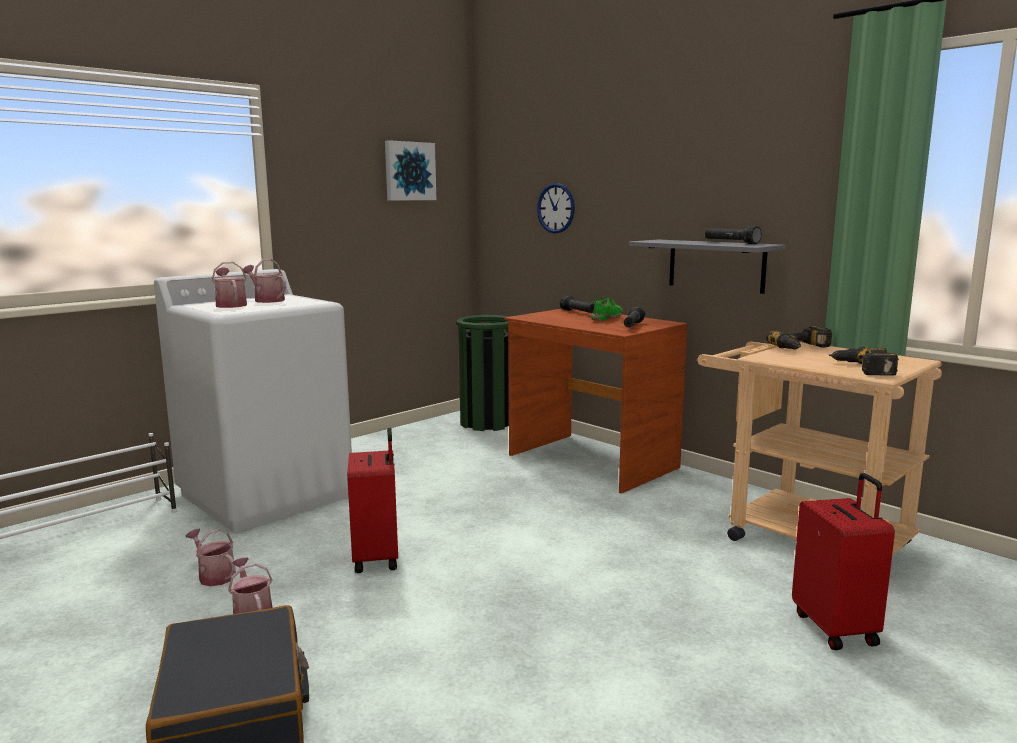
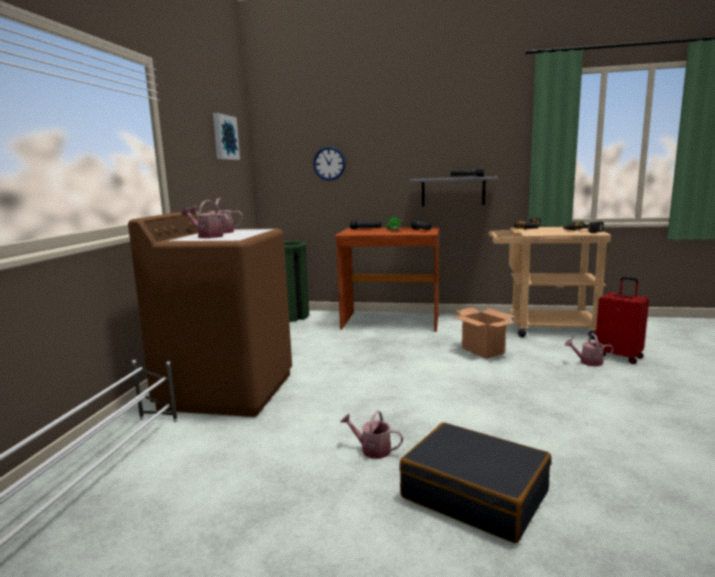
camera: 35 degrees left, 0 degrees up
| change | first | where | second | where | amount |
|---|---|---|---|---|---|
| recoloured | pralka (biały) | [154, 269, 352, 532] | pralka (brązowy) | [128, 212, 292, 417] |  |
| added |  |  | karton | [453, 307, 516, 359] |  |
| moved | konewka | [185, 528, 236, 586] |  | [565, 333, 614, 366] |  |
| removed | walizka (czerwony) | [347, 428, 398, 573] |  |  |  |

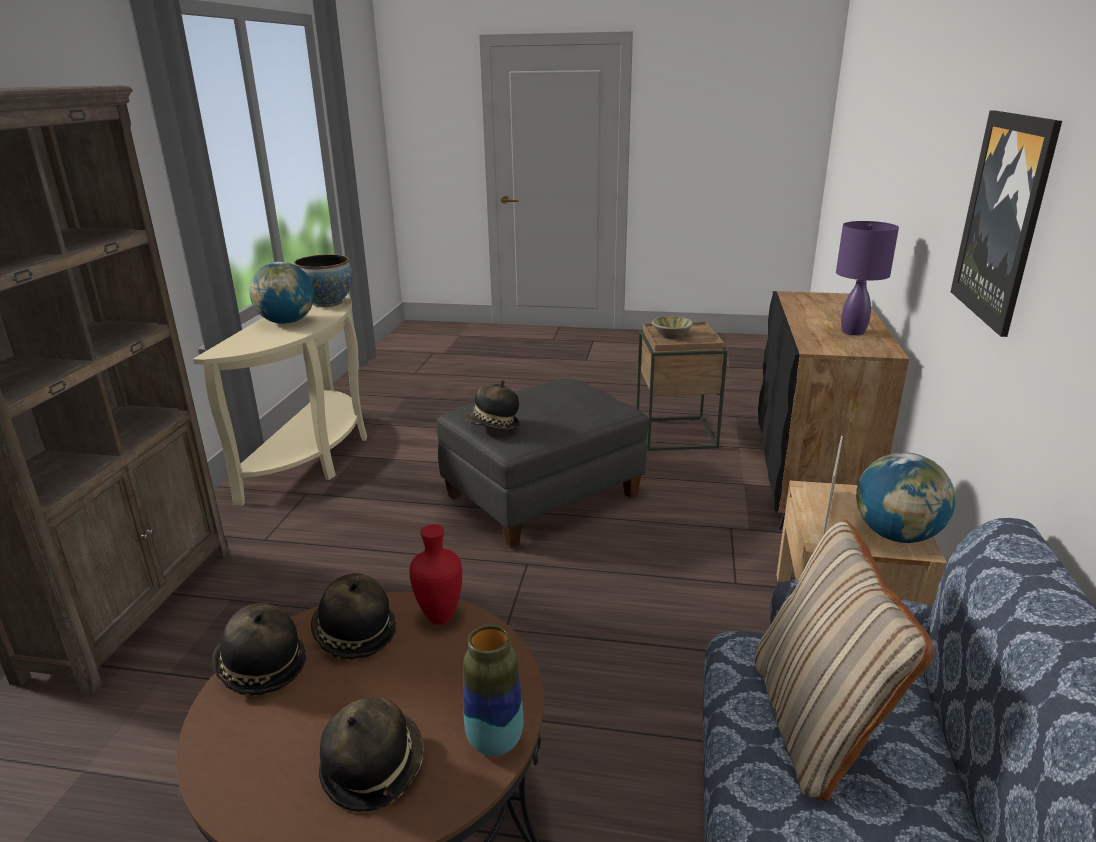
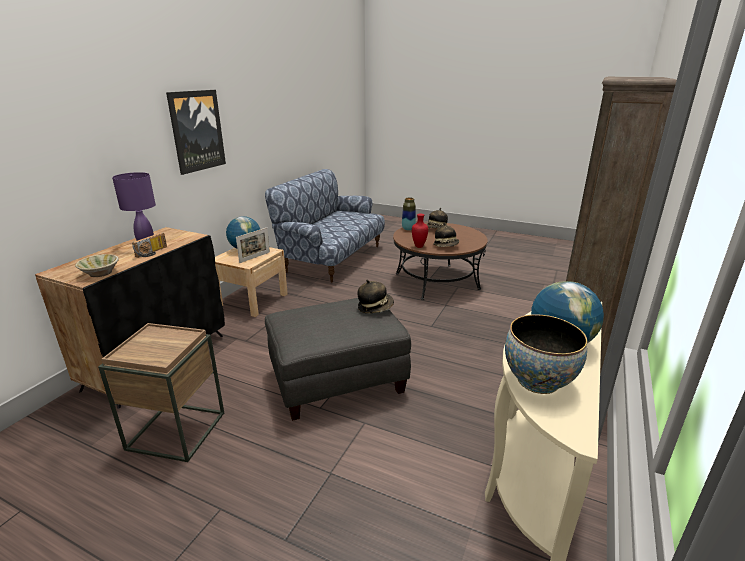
camera: 165 degrees left, 0 degrees up
| change | first | where | second | where | amount |
|---|---|---|---|---|---|
| moved | miska (beżowy) | [652, 316, 693, 340] |  | [75, 254, 119, 277] |  |
| added |  |  | radio | [132, 232, 167, 258] |  |
| removed | kapelusz | [212, 603, 306, 696] |  |  |  |
| removed | poduszka (beżowy) | [755, 520, 934, 802] |  |  |  |

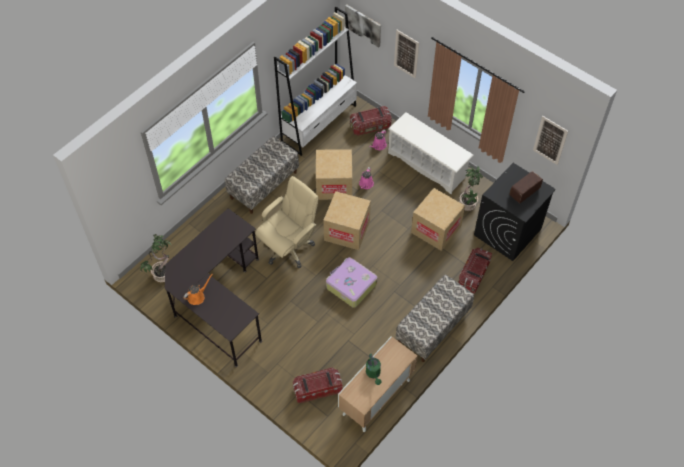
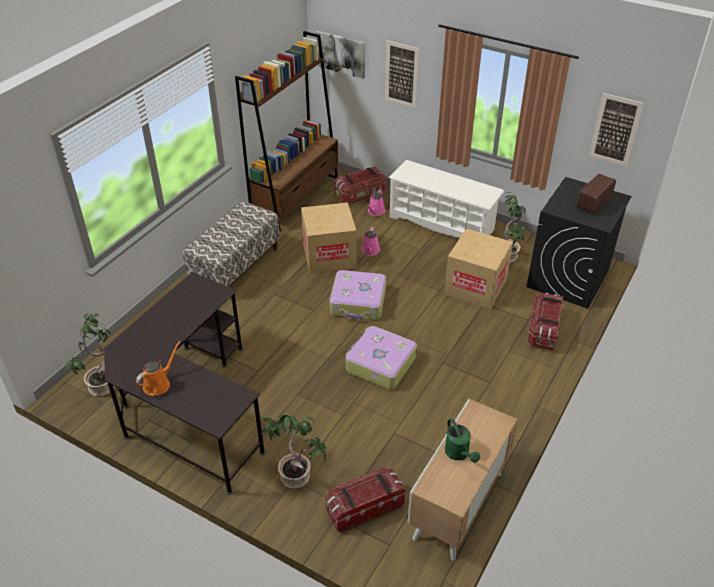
camera: 10 degrees left, 15 degrees down
| change | first | where | second | where | amount |
|---|---|---|---|---|---|
| recoloured | regał (biały) | [274, 6, 357, 156] | regał (brązowy) | [235, 31, 338, 231] |  |
| added |  |  | roślina doniczkowa | [262, 414, 326, 489] |  |
| replaced | karton | [323, 191, 371, 250] | walizka | [330, 270, 386, 320] |  |
| removed | krzesło biurowe (beżowy) | [255, 176, 319, 268] |  |  |  |
| removed | ławka | [396, 275, 474, 362] |  |  |  |

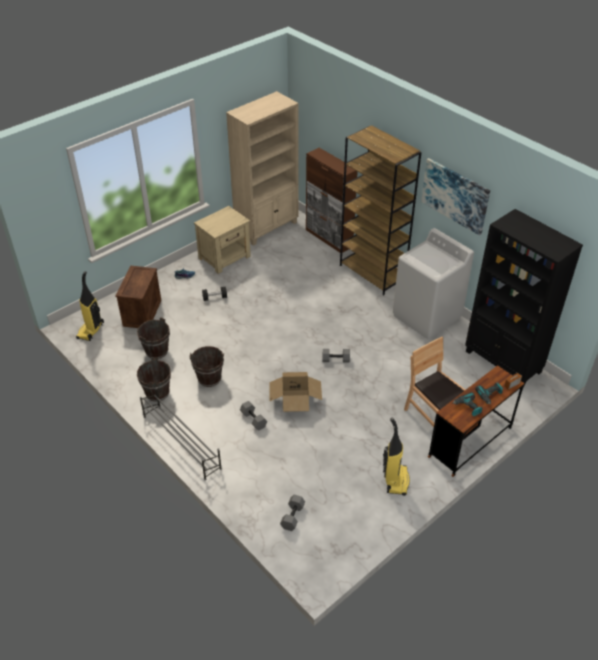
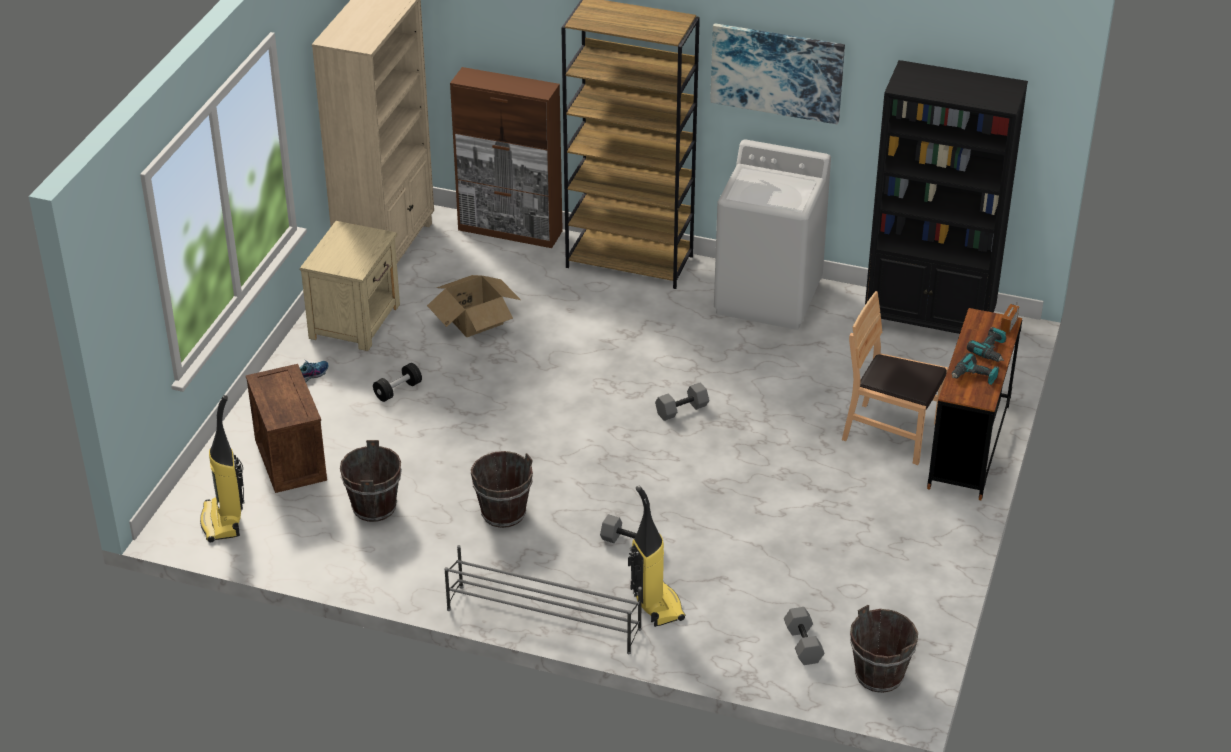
camera: 30 degrees left, 5 degrees down
| change | first | where | second | where | amount |
|---|---|---|---|---|---|
| moved | karton | [269, 372, 322, 412] |  | [427, 275, 521, 337] |  |
| moved | odkurzacz | [383, 418, 410, 496] |  | [628, 486, 685, 627] |  |
| moved | wiadro (brązowy) | [137, 357, 171, 402] |  | [850, 605, 918, 693] |  |

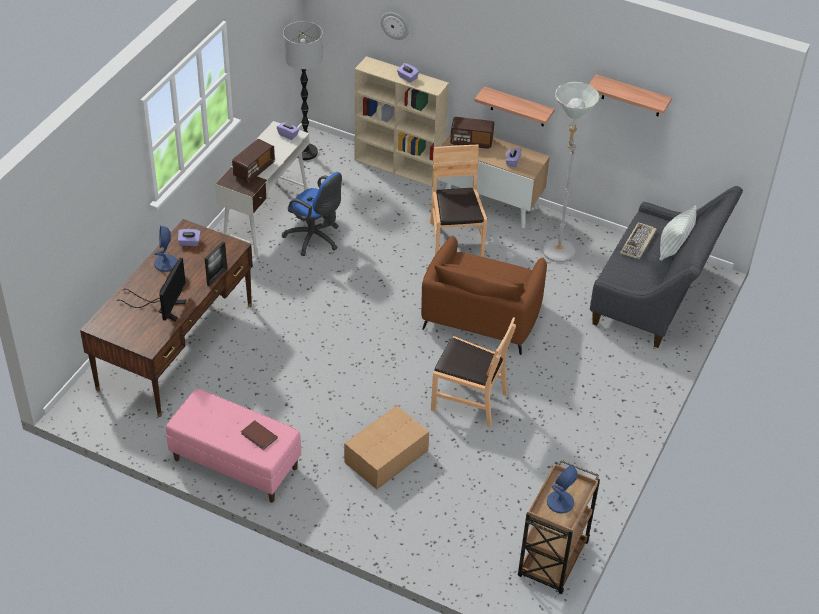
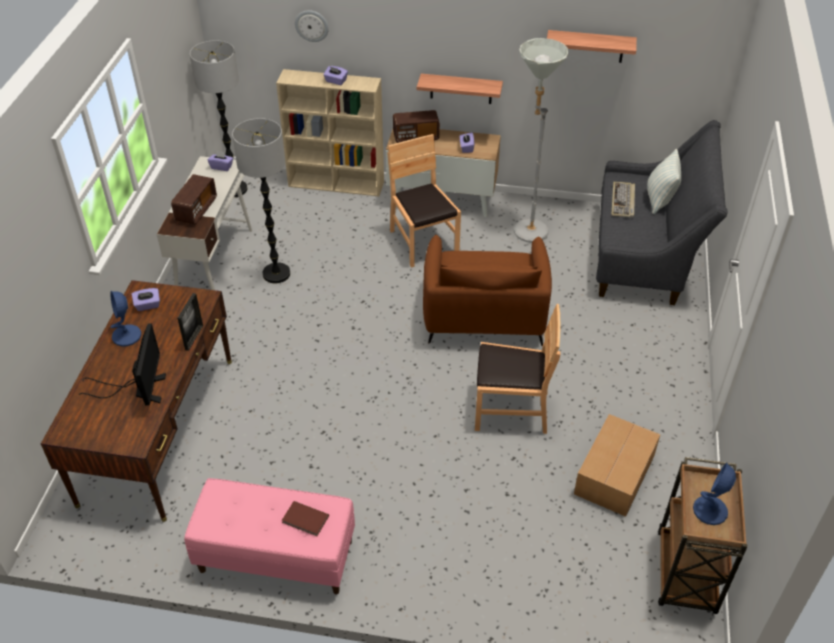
camera: 15 degrees left, 0 degrees up
| change | first | where | second | where | amount |
|---|---|---|---|---|---|
| replaced | krzesło biurowe (niebieski) | [282, 172, 342, 256] | lampa stojąca | [232, 118, 290, 283] |  |
| moved | karton | [344, 405, 429, 490] |  | [574, 414, 660, 517] |  |

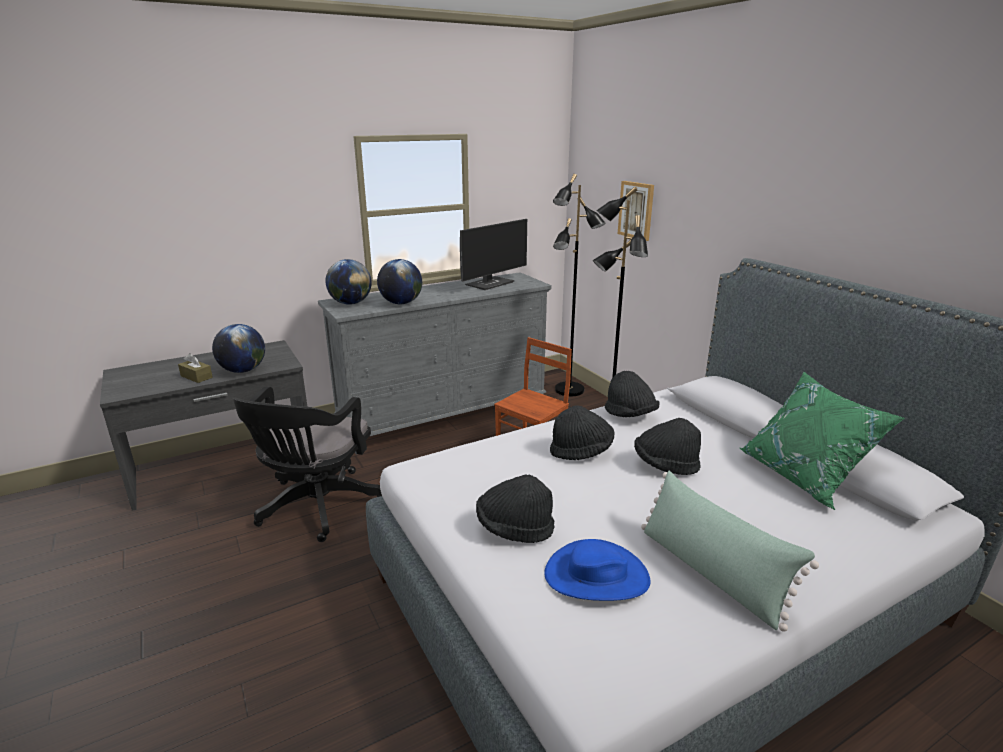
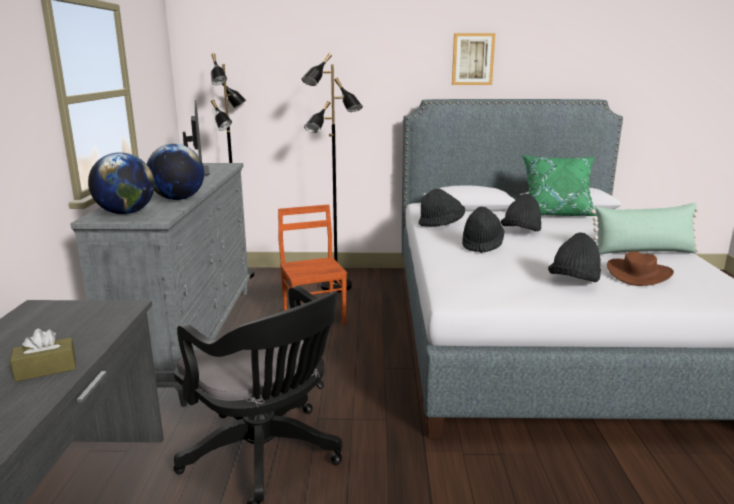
camera: 60 degrees left, 5 degrees down
| change | first | where | second | where | amount |
|---|---|---|---|---|---|
| moved | obraz | [618, 181, 654, 241] |  | [452, 33, 495, 85] |  |
| recoloured | kapelusz (niebieski) | [544, 539, 651, 601] | kapelusz (brązowy) | [607, 251, 674, 286] |  |
| removed | globus | [212, 324, 265, 373] |  |  |  |

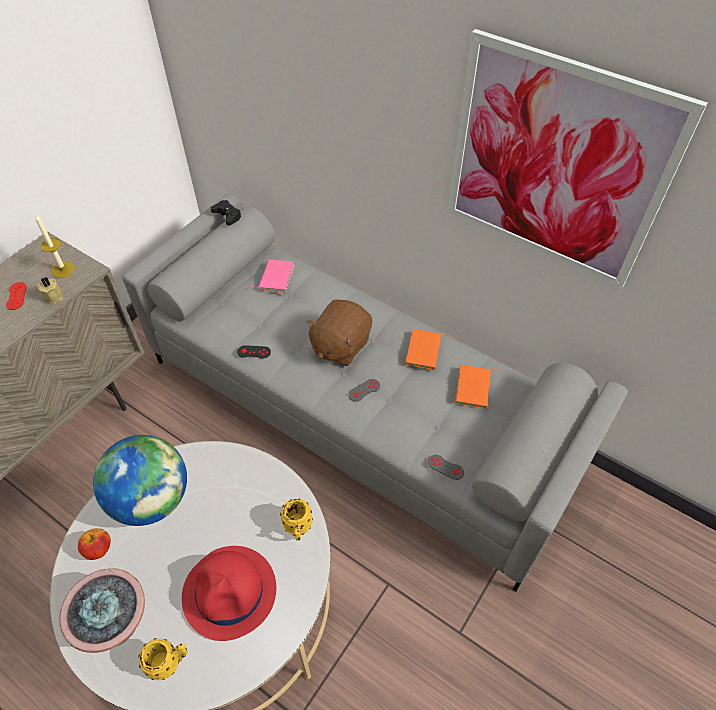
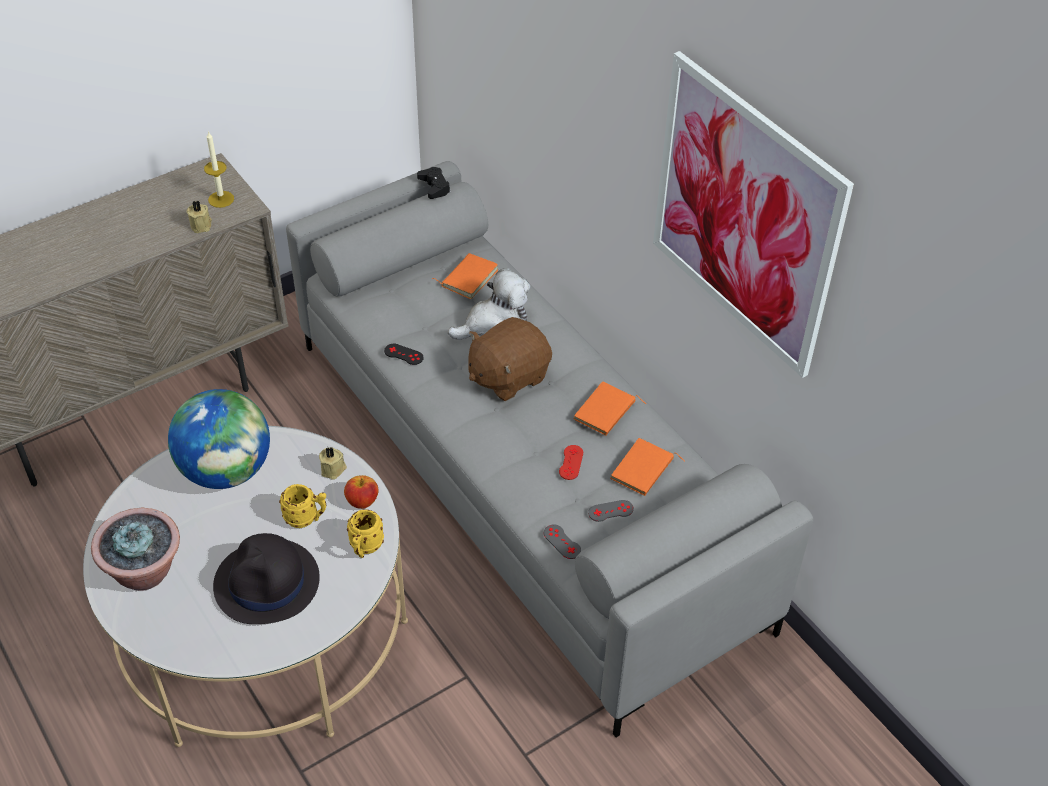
camera: 20 degrees right, 5 degrees down
| change | first | where | second | where | amount |
|---|---|---|---|---|---|
| recoloured | kapelusz (czerwony) | [182, 546, 276, 641] | kapelusz (czarny) | [213, 533, 320, 624] |  |
| moved | kubek (żółty) | [138, 638, 187, 680] |  | [279, 484, 326, 528] |  |
| added |  |  | świeca (beżowy) | [319, 447, 347, 480] |  |
| moved | jabłko | [78, 528, 111, 560] |  | [344, 475, 379, 509] |  |
| recoloured | książka (różowy) | [253, 259, 295, 294] | książka (pomarańczowy) | [432, 253, 499, 299] |  |
| added |  |  | pluszak | [448, 268, 531, 340] |  |
| moved | pad do gier (czerwony) | [6, 282, 27, 310] |  | [559, 445, 583, 480] |  |
| moved | pad do gier (szary) | [348, 379, 380, 402] |  | [588, 500, 634, 522] |  |

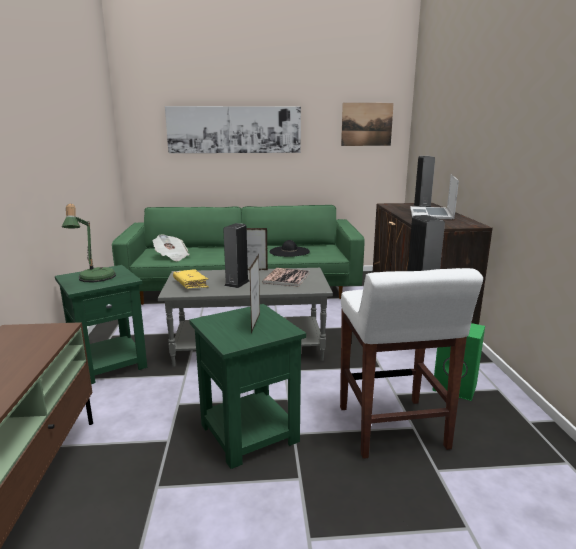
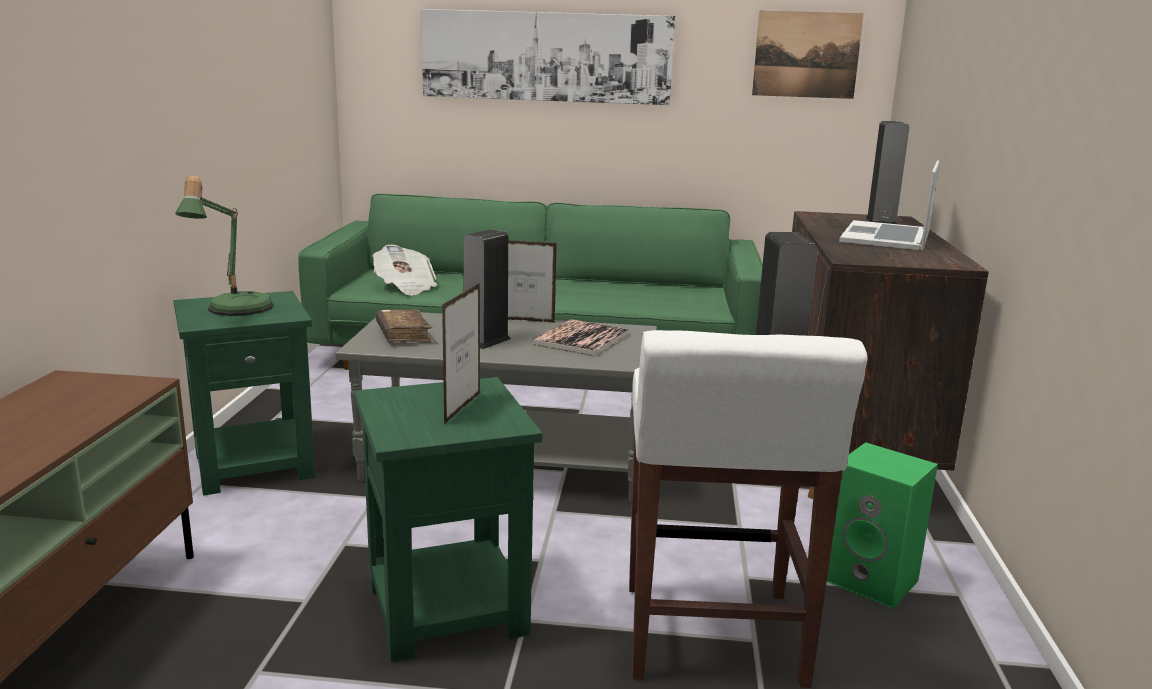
camera: 10 degrees right, 0 degrees up
| change | first | where | second | where | amount |
|---|---|---|---|---|---|
| recoloured | książka (żółty) | [173, 270, 209, 288] | książka (brązowy) | [376, 309, 432, 343] |  |
| removed | kapelusz (czarny) | [269, 240, 310, 257] |  |  |  |

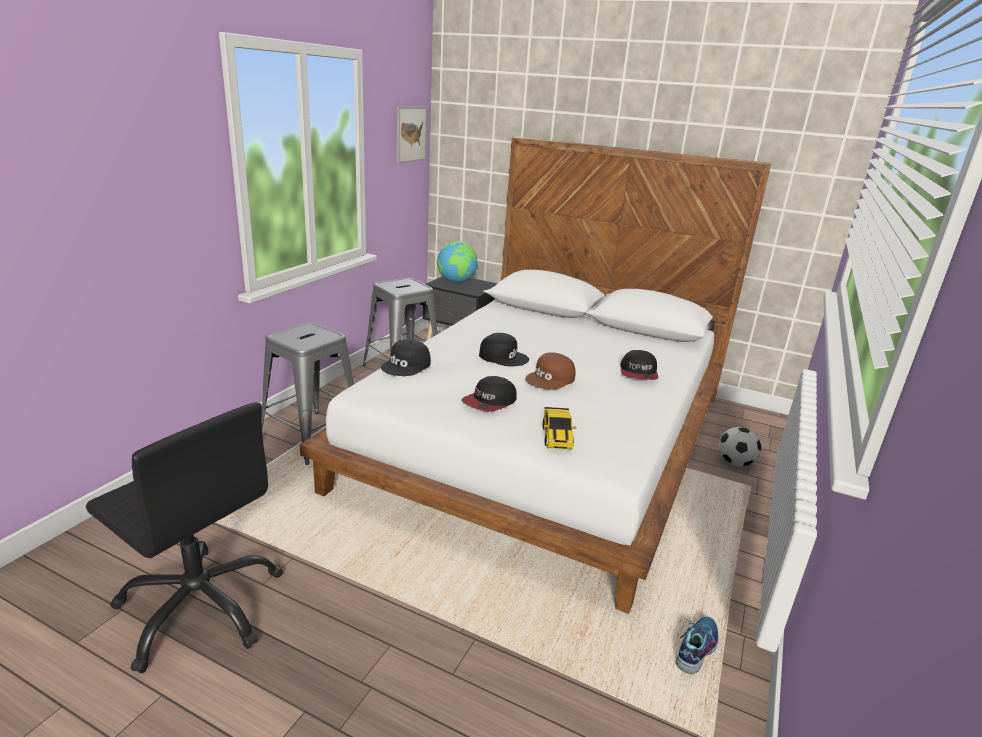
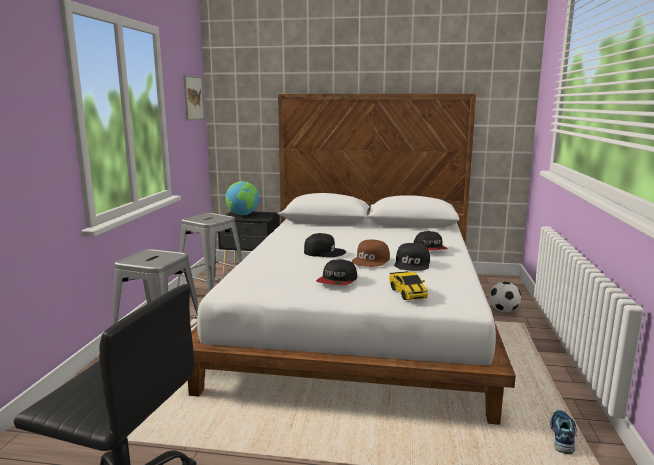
camera: 15 degrees left, 10 degrees down
| change | first | where | second | where | amount |
|---|---|---|---|---|---|
| moved | czapka z daszkiem (czarny) | [381, 339, 431, 376] |  | [394, 243, 430, 271] |  |

